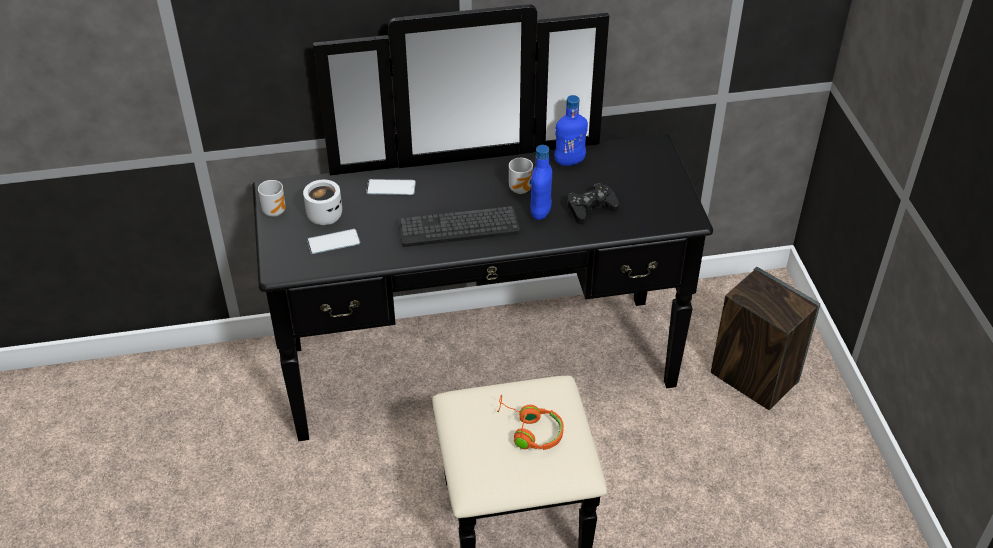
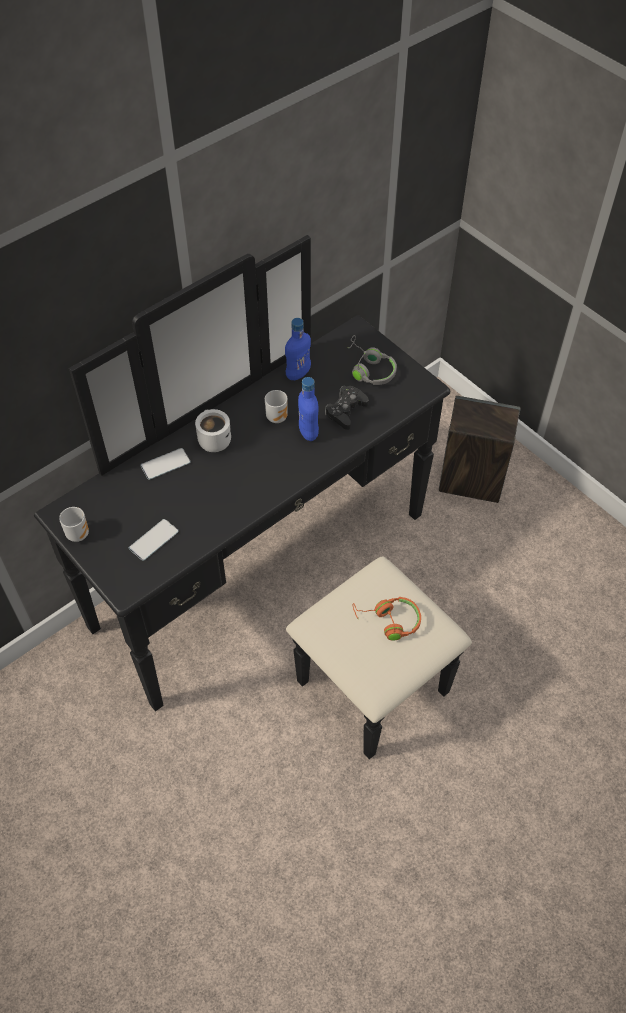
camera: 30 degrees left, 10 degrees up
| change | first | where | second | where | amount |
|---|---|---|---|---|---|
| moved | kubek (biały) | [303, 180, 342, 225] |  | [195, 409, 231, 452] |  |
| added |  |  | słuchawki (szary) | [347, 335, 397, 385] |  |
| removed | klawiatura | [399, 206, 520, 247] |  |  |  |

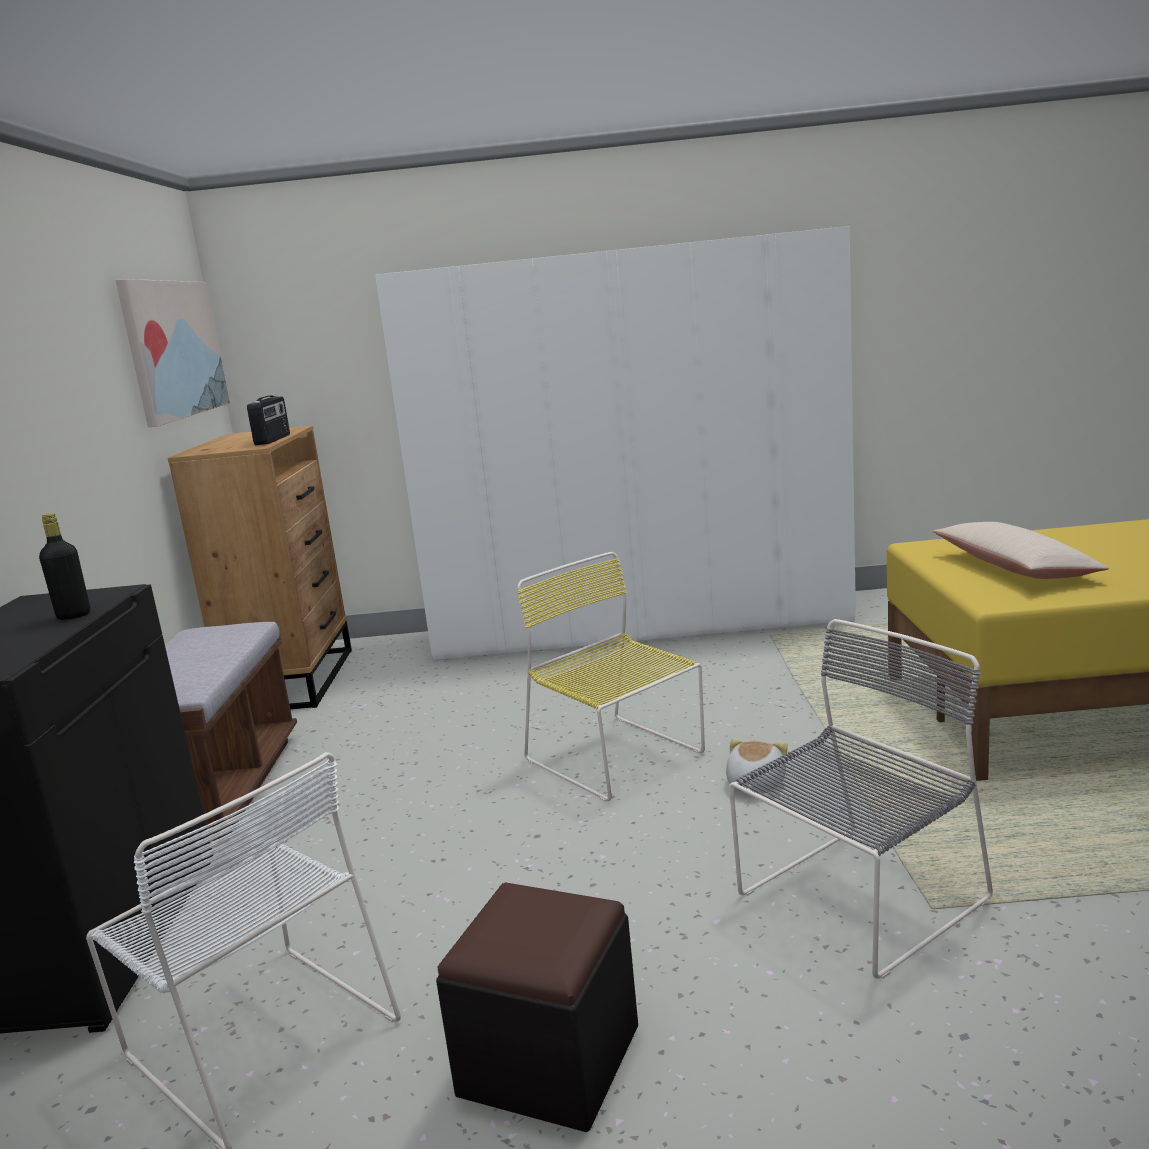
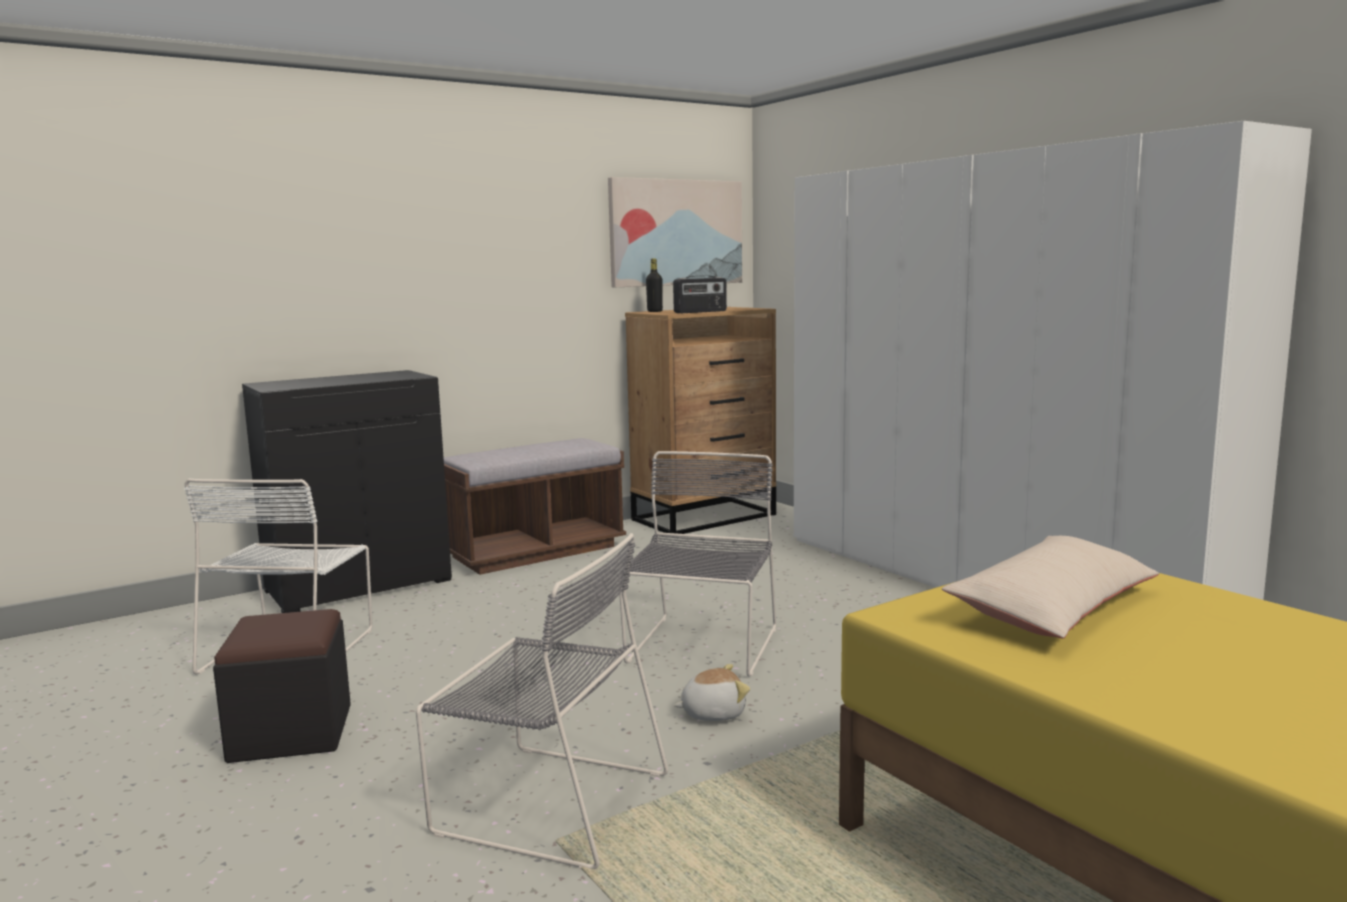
camera: 55 degrees right, 5 degrees down
| change | first | where | second | where | amount |
|---|---|---|---|---|---|
| recoloured | krzesło (żółty) | [517, 552, 705, 802] | krzesło (szary) | [619, 451, 776, 677] |  |
| moved | butelka (czarny) | [39, 513, 90, 620] |  | [646, 258, 663, 312] |  |

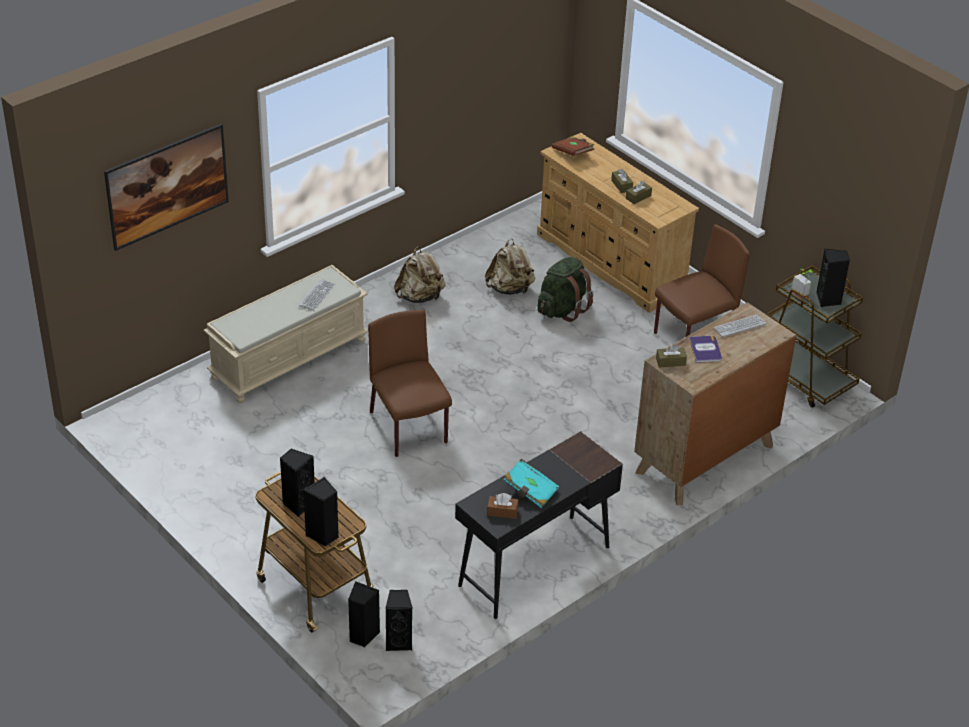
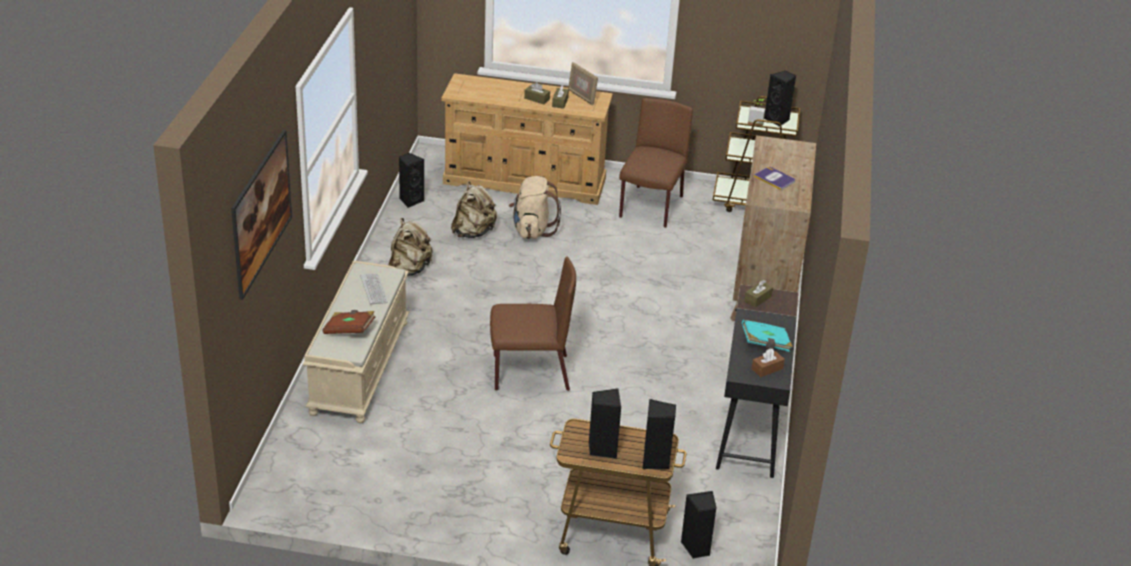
camera: 40 degrees left, 5 degrees down
| change | first | where | second | where | amount |
|---|---|---|---|---|---|
| moved | książka (brązowy) | [552, 136, 594, 156] |  | [322, 310, 375, 334] |  |
| moved | głośnik (czarny) | [385, 590, 413, 651] |  | [399, 153, 424, 208] |  |
| turned | krzesło (brązowy) | [368, 310, 452, 457] |  | [490, 257, 576, 391] | 150 degrees clockwise |
| recoloured | plecak (zielony) | [537, 257, 593, 322] | plecak (beżowy) | [509, 176, 561, 239] |  |
| added |  |  | ramka na zdjęcie | [568, 62, 598, 106] |  |
| moved | pudełko chusteczek (brązowy) | [656, 345, 687, 367] |  | [744, 280, 773, 308] |  |
| removed | klawiatura | [713, 315, 766, 337] |  |  |  |

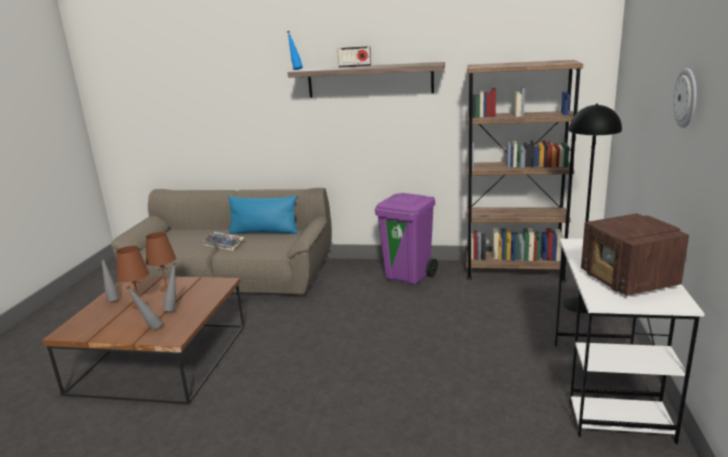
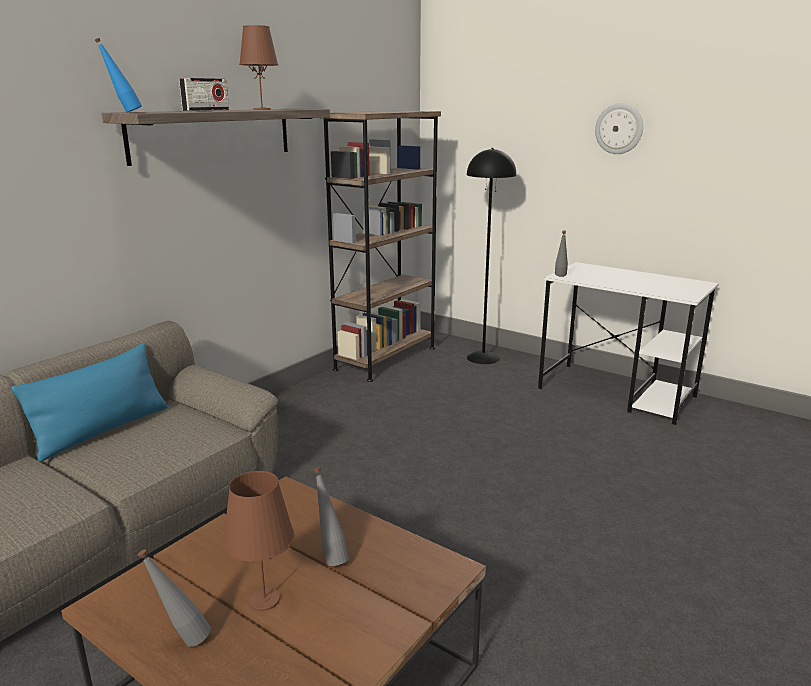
camera: 65 degrees left, 0 degrees up
| change | first | where | second | where | amount |
|---|---|---|---|---|---|
| moved | lampa stołowa (brązowy) | [146, 232, 176, 292] |  | [239, 25, 278, 110] |  |
| moved | butelka (szary) | [126, 286, 162, 330] |  | [555, 230, 568, 277] |  |
| removed | klawiatura | [203, 232, 244, 250] |  |  |  |
| removed | kosz na śmieci (fioletowy) | [375, 193, 438, 285] |  |  |  |
| removed | radio | [581, 213, 689, 296] |  |  |  |

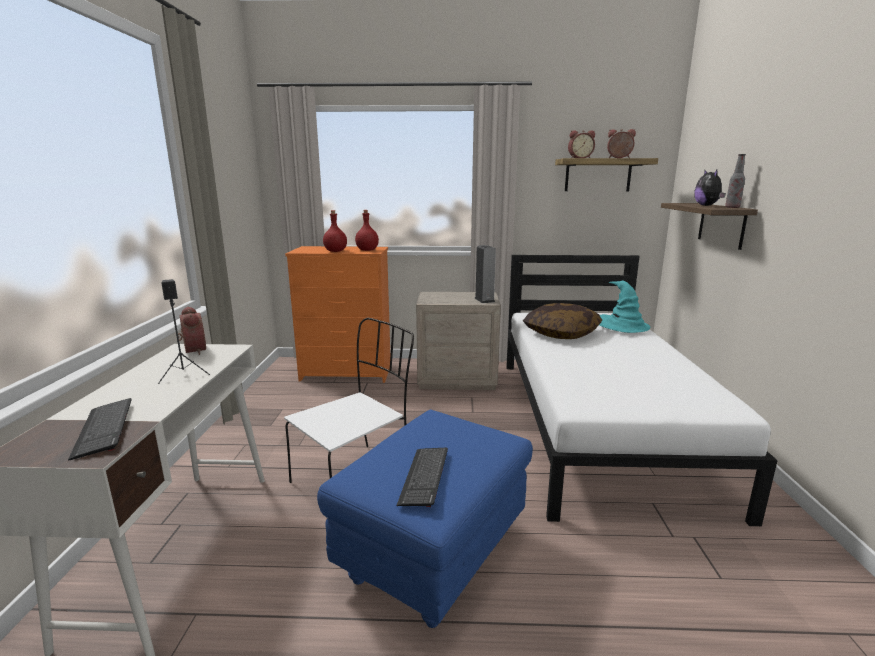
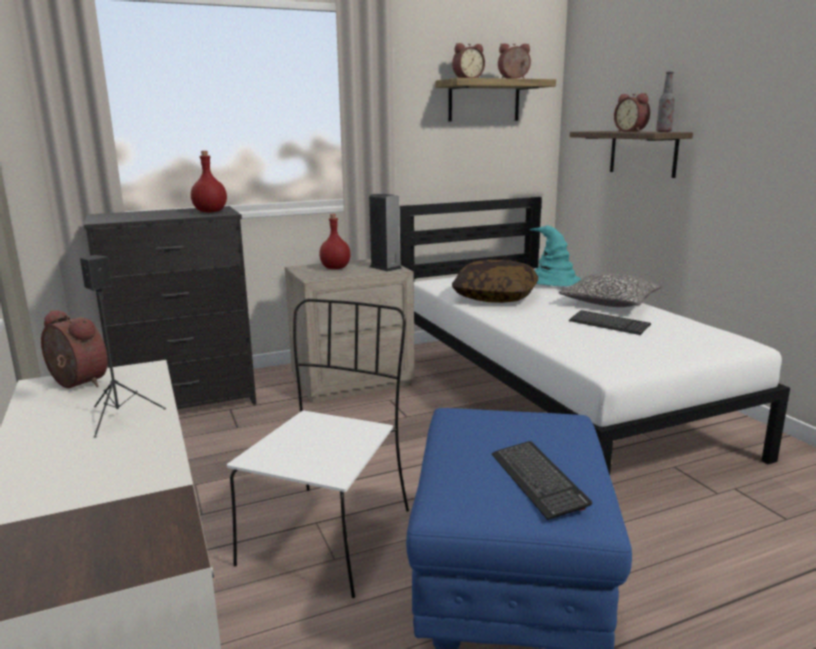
camera: 25 degrees left, 0 degrees up
| change | first | where | second | where | amount |
|---|---|---|---|---|---|
| recoloured | komoda (pomarańczowy) | [285, 246, 390, 383] | komoda (czarny) | [84, 206, 256, 409] |  |
| moved | butelka (czerwony) | [323, 210, 347, 252] |  | [319, 214, 351, 269] |  |
| added |  |  | poduszka | [558, 273, 662, 307] |  |
| moved | klawiatura | [68, 398, 132, 461] |  | [569, 310, 651, 335] |  |
| replaced | pluszak | [694, 169, 726, 206] | budzik | [614, 93, 650, 132] |  |

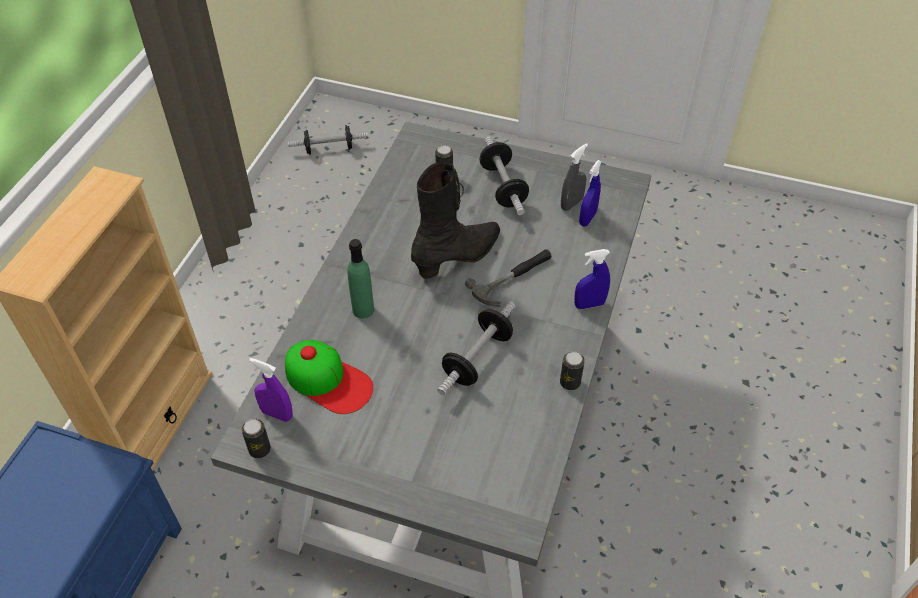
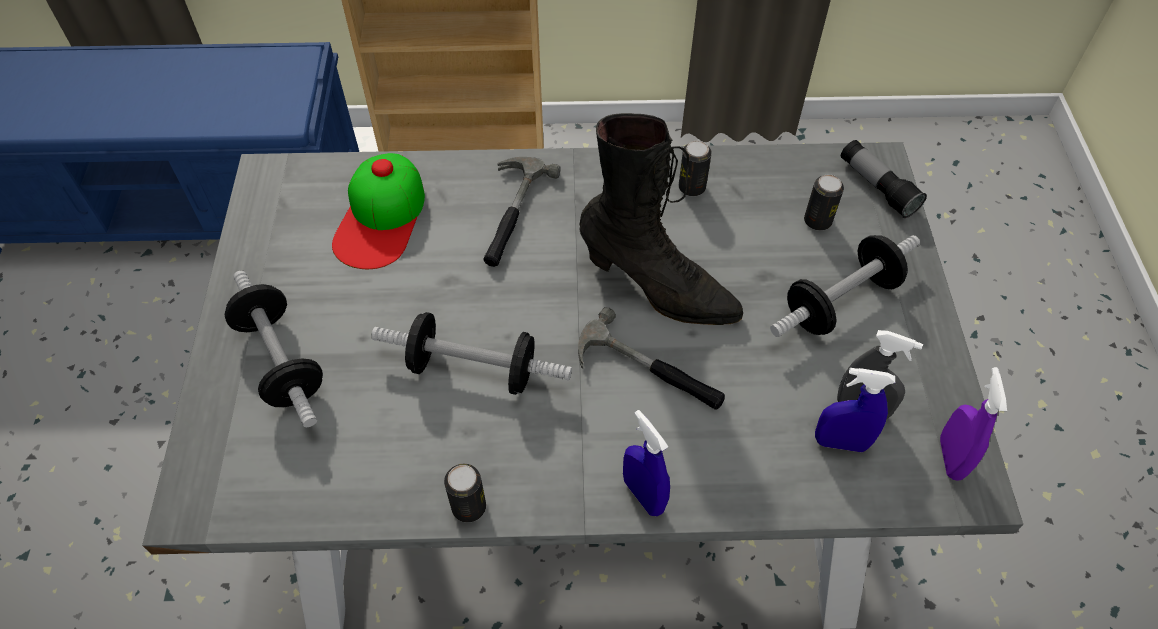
camera: 70 degrees right, 5 degrees up
| change | first | where | second | where | amount |
|---|---|---|---|---|---|
| moved | hantel | [288, 125, 368, 155] |  | [224, 270, 323, 427] |  |
| replaced | butelka (zielony) | [347, 239, 374, 319] | młotek | [483, 157, 561, 267] |  |
| moved | puszka | [242, 419, 271, 458] |  | [679, 141, 712, 196] |  |
| added |  |  | latarka | [841, 140, 927, 218] |  |
| moved | spryskiwacz (fioletowy) | [249, 358, 293, 422] |  | [940, 367, 1007, 481] |  |

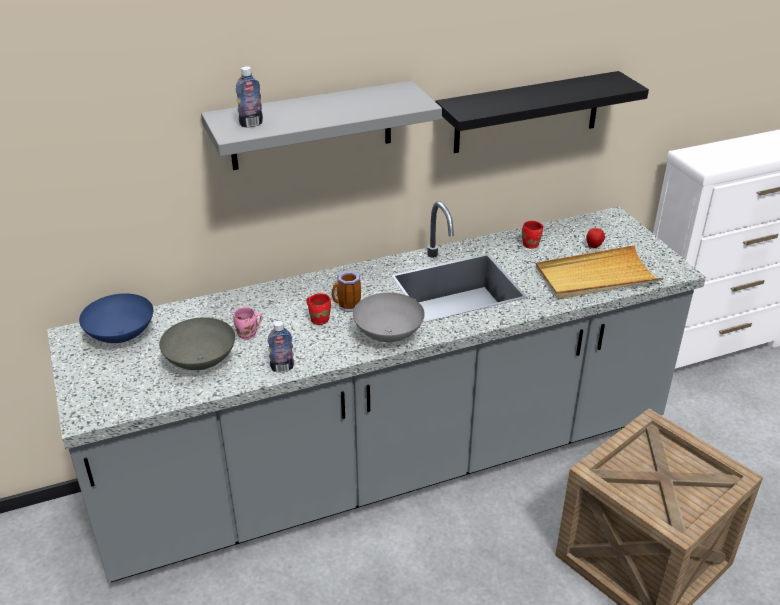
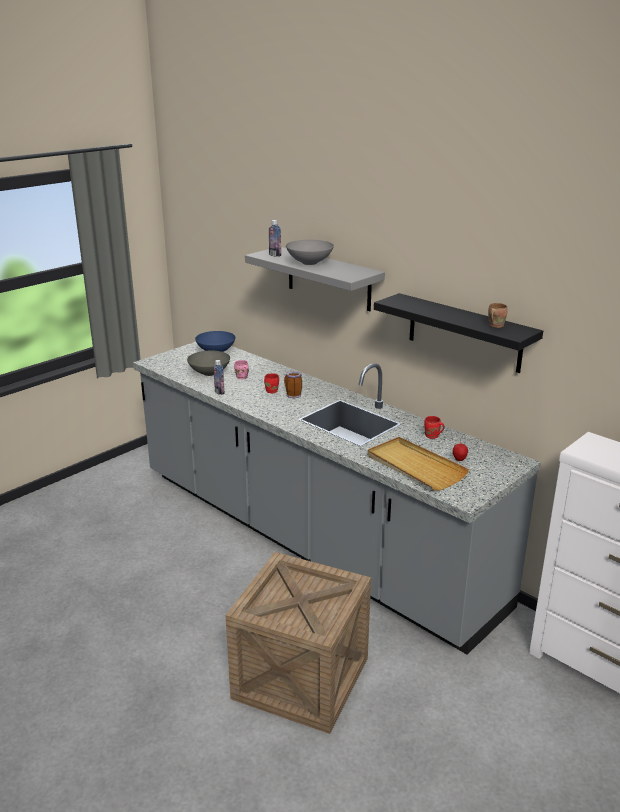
camera: 65 degrees right, 10 degrees down
| change | first | where | second | where | amount |
|---|---|---|---|---|---|
| moved | miska (szary) | [353, 293, 425, 342] |  | [286, 240, 334, 265] |  |
| added |  |  | kubek (brązowy) | [488, 303, 508, 328] |  |

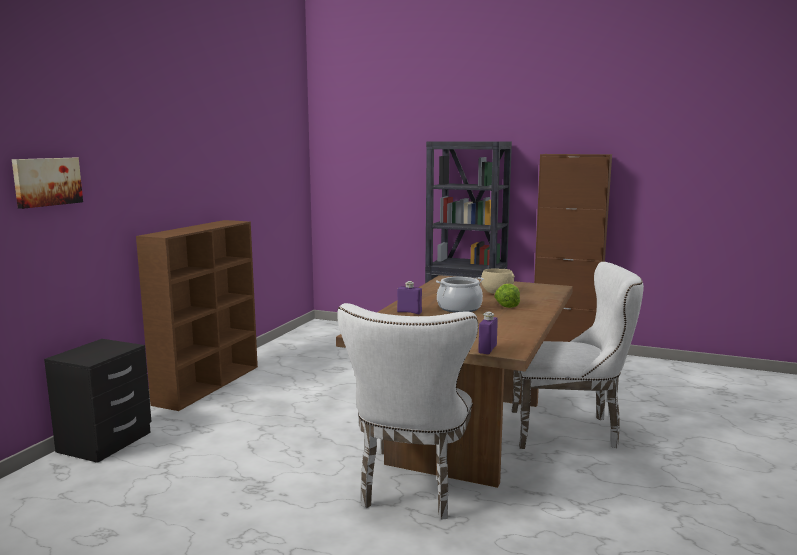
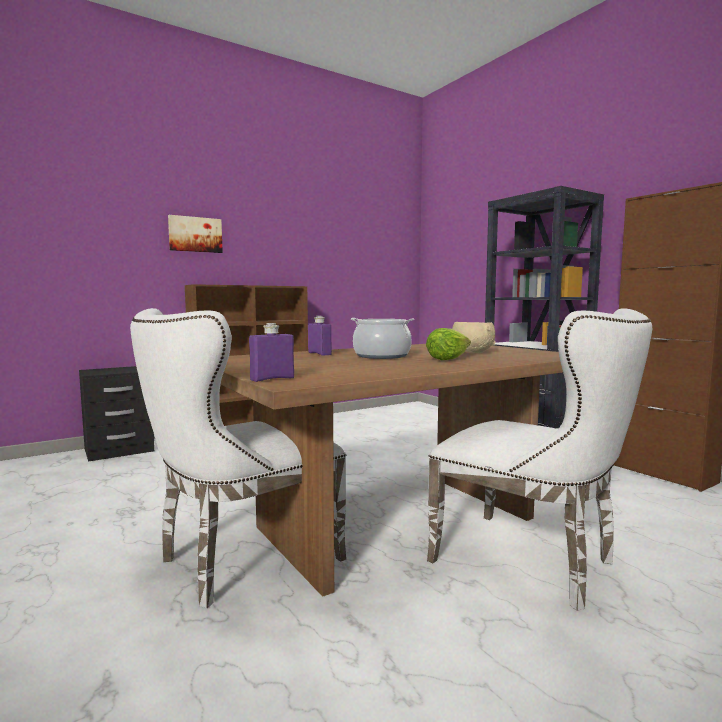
camera: 35 degrees right, 5 degrees down
| change | first | where | second | where | amount |
|---|---|---|---|---|---|
| moved | obraz | [12, 158, 83, 209] |  | [168, 215, 223, 253] |  |

